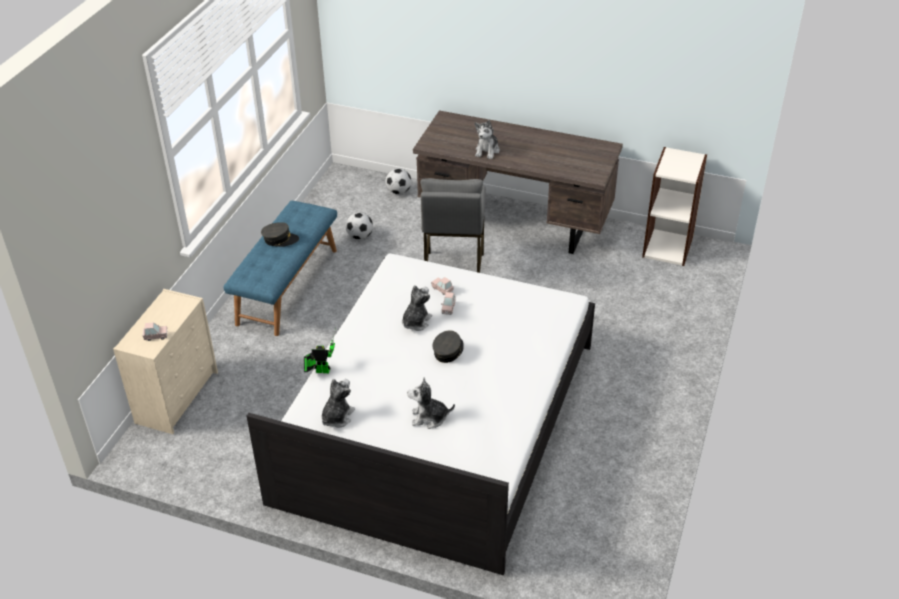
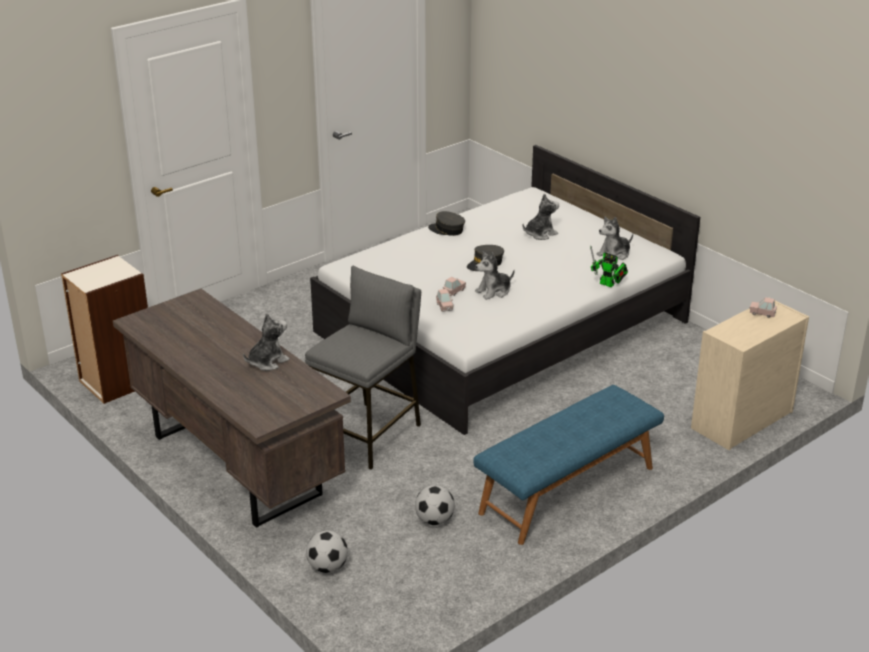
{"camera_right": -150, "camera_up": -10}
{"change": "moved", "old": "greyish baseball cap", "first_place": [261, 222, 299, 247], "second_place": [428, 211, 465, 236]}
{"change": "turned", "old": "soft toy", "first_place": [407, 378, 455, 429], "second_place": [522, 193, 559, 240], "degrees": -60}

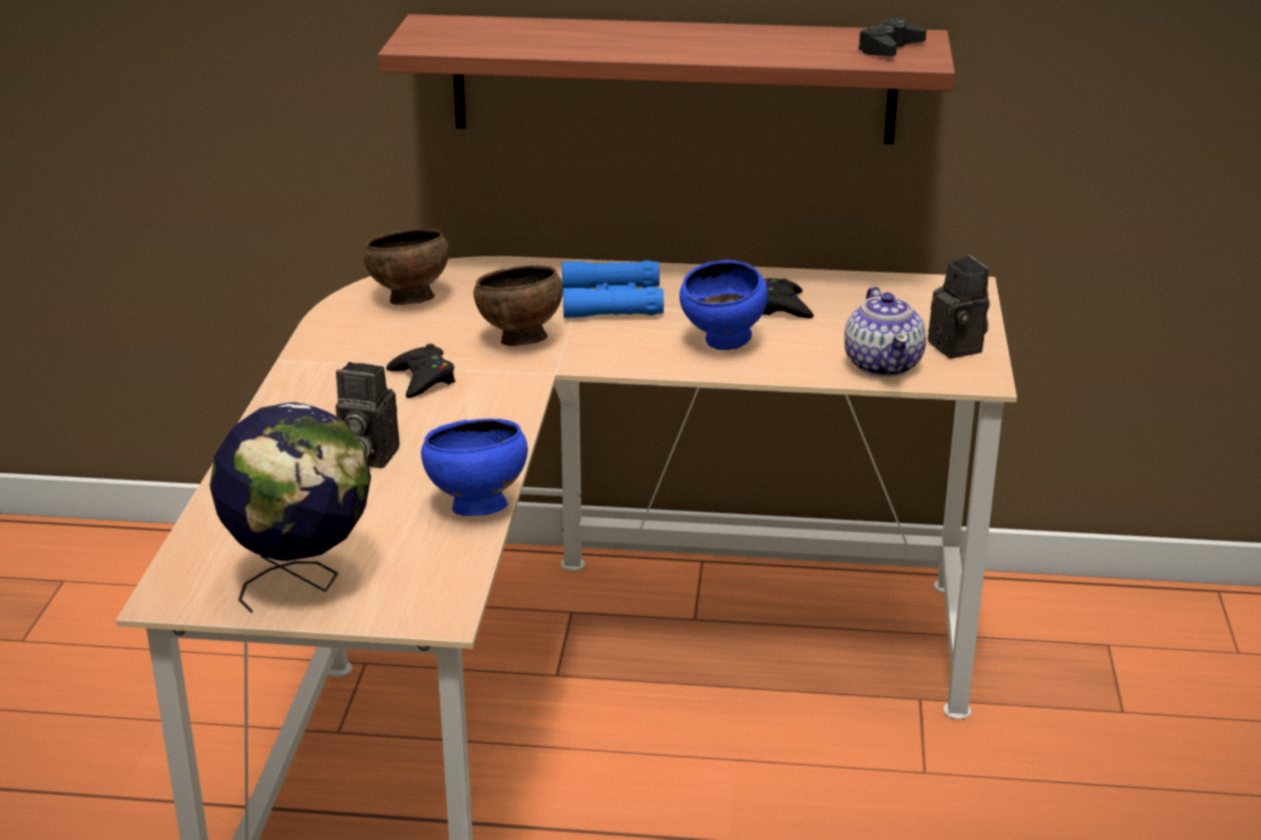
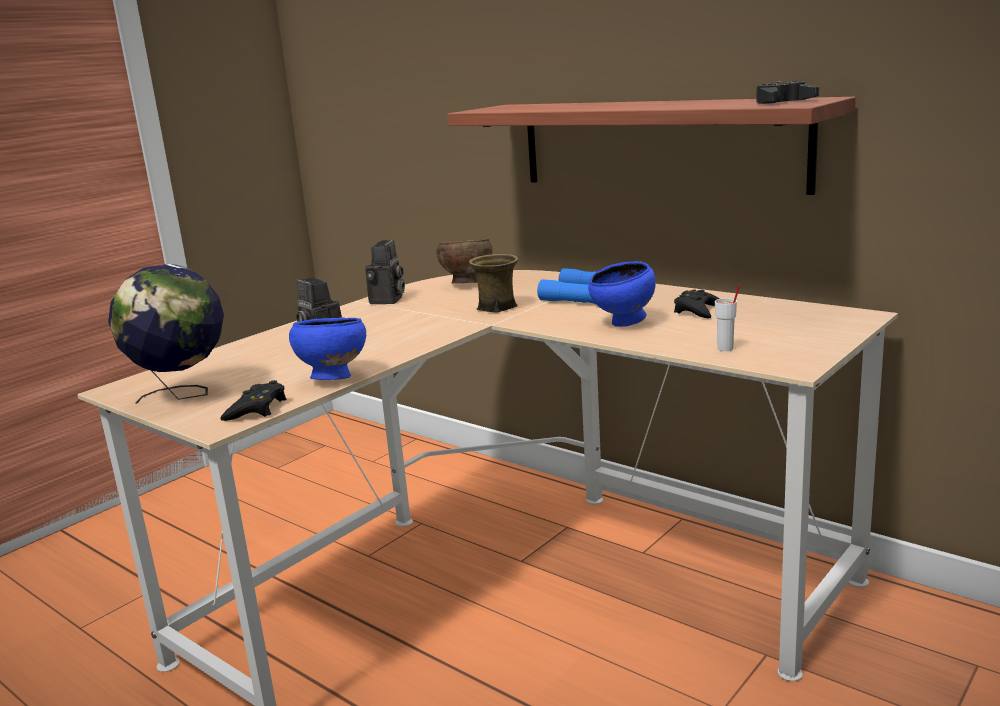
{"camera_right": 35, "camera_up": -10}
{"change": "moved", "old": "black-coloured game controller", "first_place": [386, 344, 455, 398], "second_place": [220, 380, 286, 421]}
{"change": "replaced", "old": "brownish deep dish", "new": "brownish coffee mug", "first_place": [473, 265, 563, 346], "second_place": [469, 254, 518, 312]}
{"change": "replaced", "old": "pot for tea", "new": "white small cup", "first_place": [844, 287, 926, 377], "second_place": [715, 284, 740, 351]}
{"change": "moved", "old": "photo camera", "first_place": [928, 255, 990, 359], "second_place": [365, 240, 405, 304]}

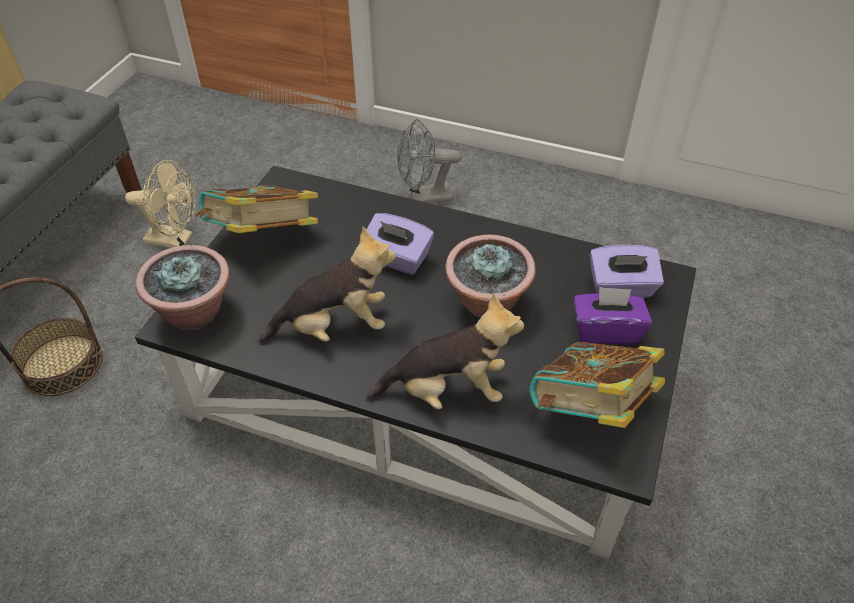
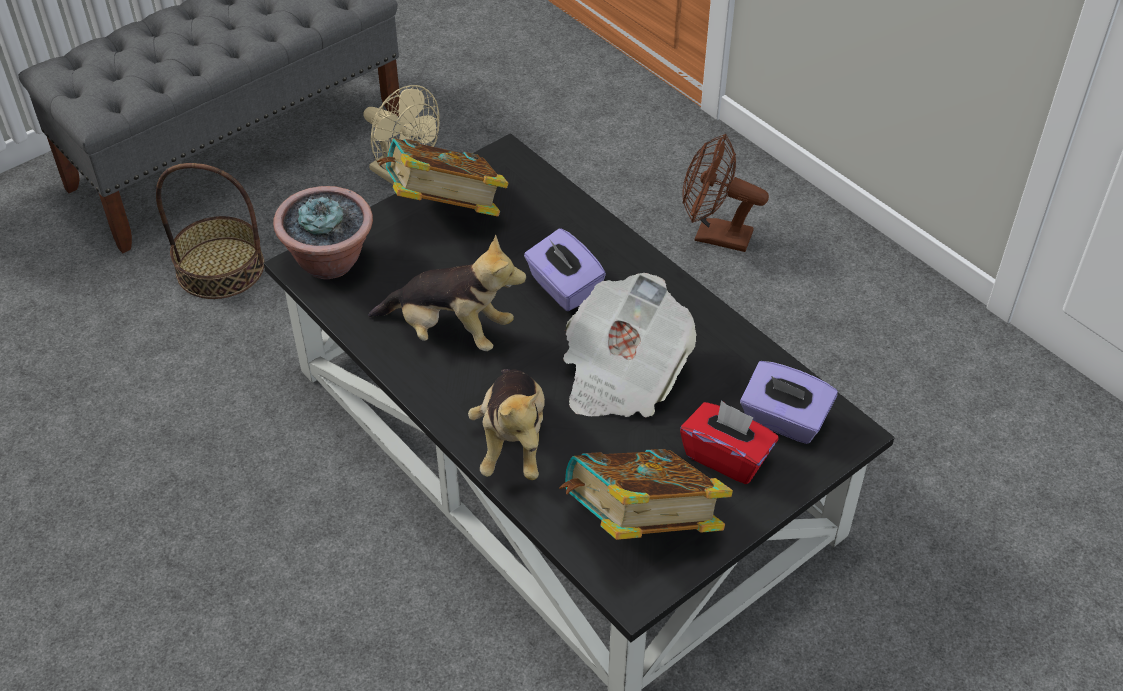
{"camera_right": 30, "camera_up": 0}
{"change": "turned", "old": "soft toy", "first_place": [366, 293, 524, 410], "second_place": [468, 369, 545, 480], "degrees": 60}
{"change": "recoloured", "old": "greyish fan", "new": "brownish fan", "first_place": [397, 119, 462, 204], "second_place": [682, 134, 769, 252]}
{"change": "replaced", "old": "houseplant", "new": "newspaper", "first_place": [445, 235, 536, 318], "second_place": [563, 273, 697, 417]}
{"change": "recoloured", "old": "purplish tissue box", "new": "red tissue box", "first_place": [574, 287, 652, 345], "second_place": [680, 400, 779, 484]}

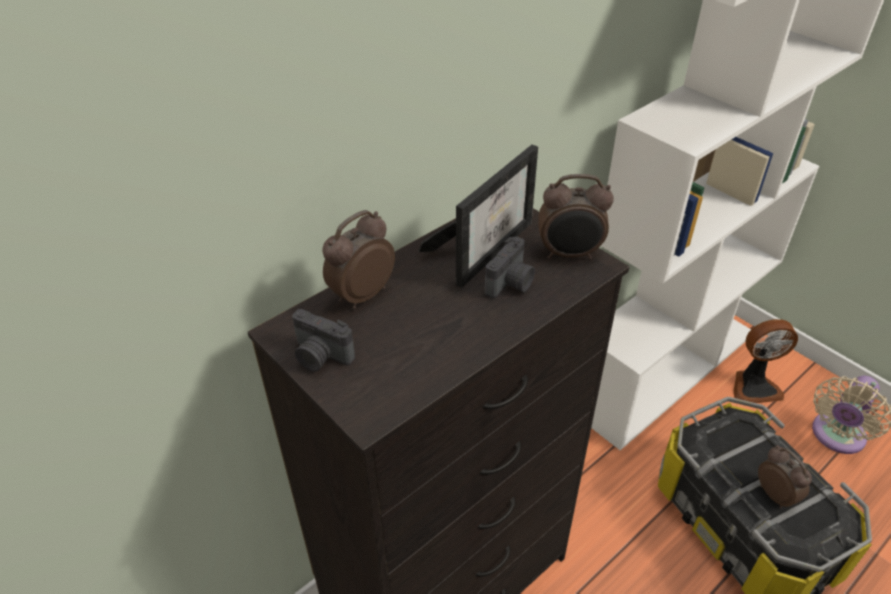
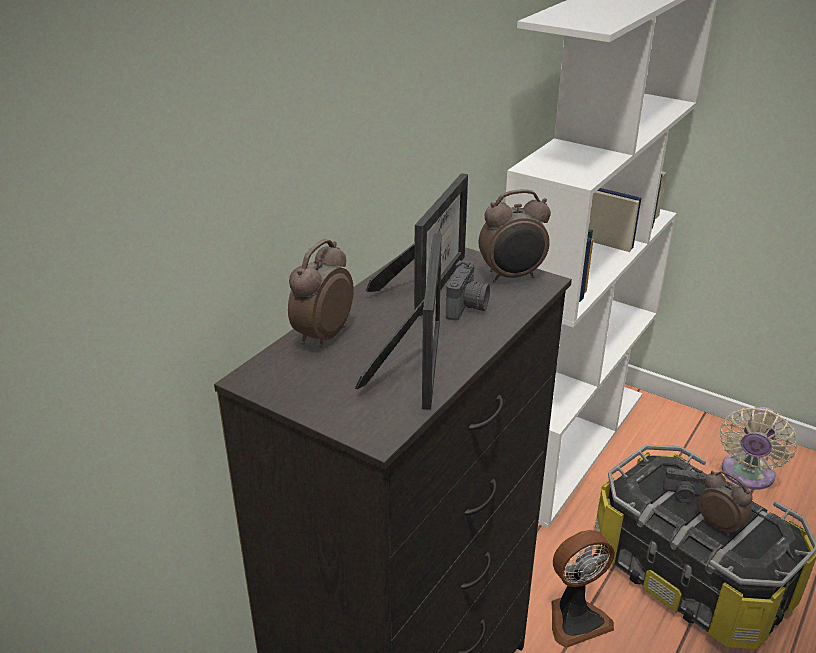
{"camera_right": -15, "camera_up": -10}
{"change": "moved", "old": "photo camera", "first_place": [292, 309, 355, 372], "second_place": [663, 467, 707, 503]}
{"change": "moved", "old": "fan", "first_place": [734, 319, 798, 403], "second_place": [551, 530, 615, 648]}
{"change": "added", "new": "standing frame", "second_place": [355, 233, 442, 410]}

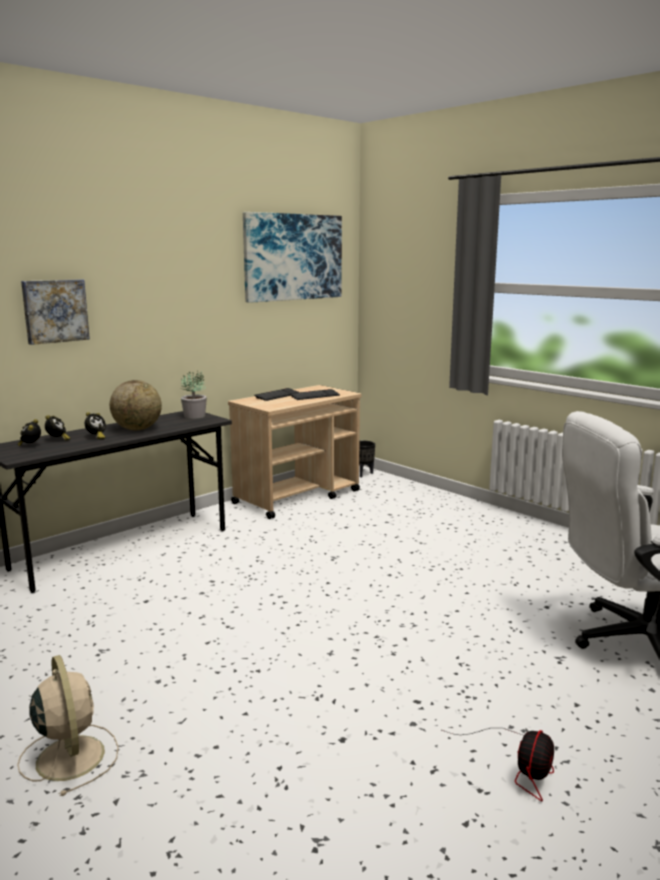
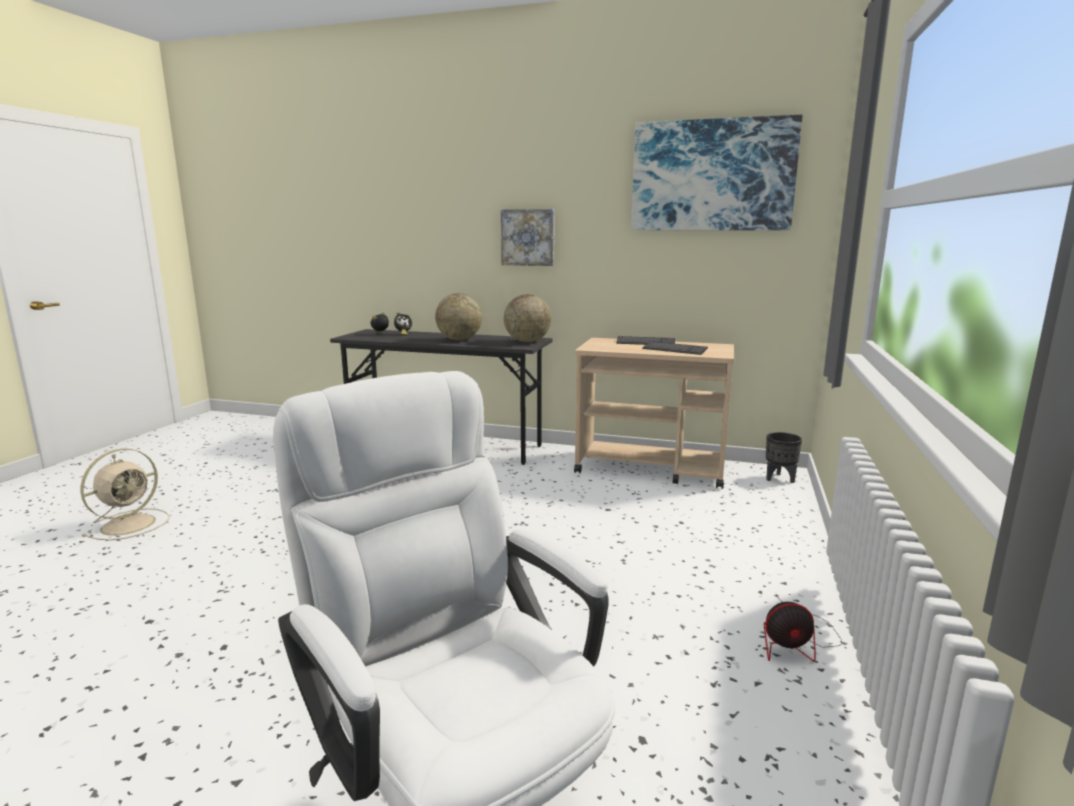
{"camera_right": 60, "camera_up": 0}
{"change": "moved", "old": "picture", "first_place": [21, 279, 90, 345], "second_place": [501, 209, 554, 266]}
{"change": "removed", "old": "table clock", "first_place": [85, 412, 106, 439]}
{"change": "replaced", "old": "houseplant", "new": "world globe", "first_place": [181, 372, 207, 419], "second_place": [504, 294, 551, 342]}
{"change": "moved", "old": "fan", "first_place": [442, 728, 554, 801], "second_place": [764, 593, 842, 661]}

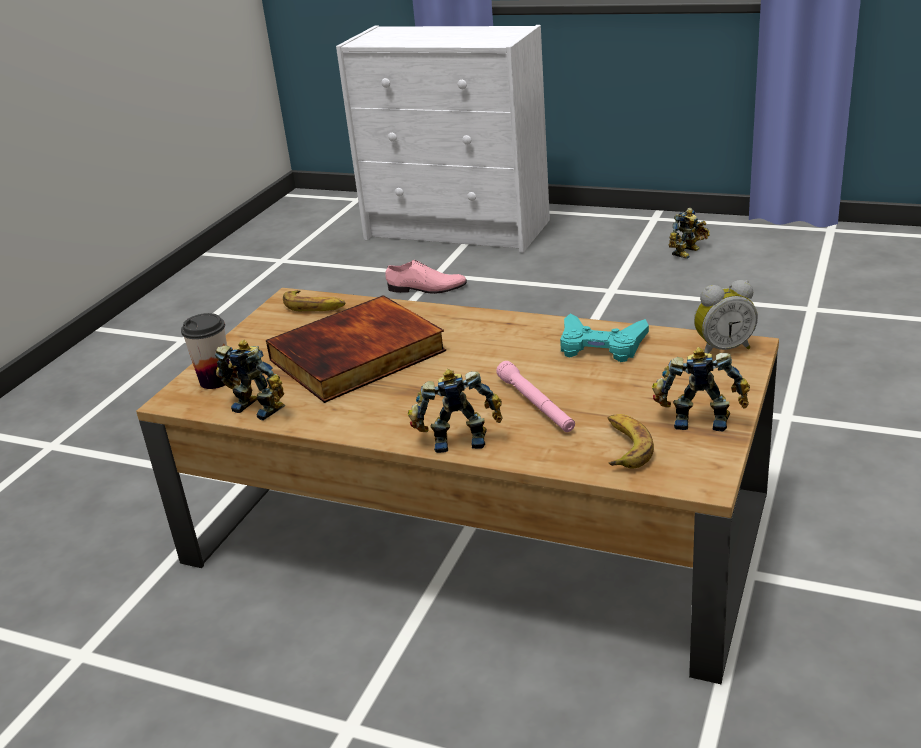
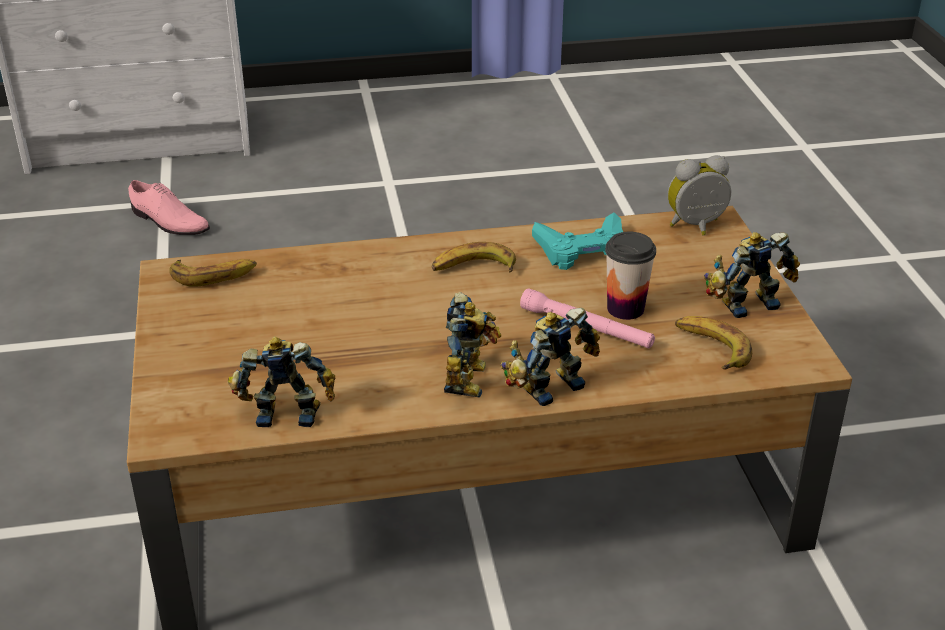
{"camera_right": -35, "camera_up": 5}
{"change": "moved", "old": "small cup", "first_place": [181, 313, 230, 389], "second_place": [605, 232, 656, 320]}
{"change": "removed", "old": "bound book", "first_place": [266, 295, 446, 403]}
{"change": "turned", "old": "pink-coloured item of footwear", "first_place": [386, 260, 467, 294], "second_place": [128, 180, 210, 235], "degrees": 60}
{"change": "moved", "old": "toy robot", "first_place": [669, 208, 710, 259], "second_place": [444, 292, 501, 398]}
{"change": "turned", "old": "table clock", "first_place": [694, 280, 758, 354], "second_place": [668, 155, 731, 235], "degrees": -150}
{"change": "added", "new": "whole banana", "second_place": [432, 242, 516, 272]}

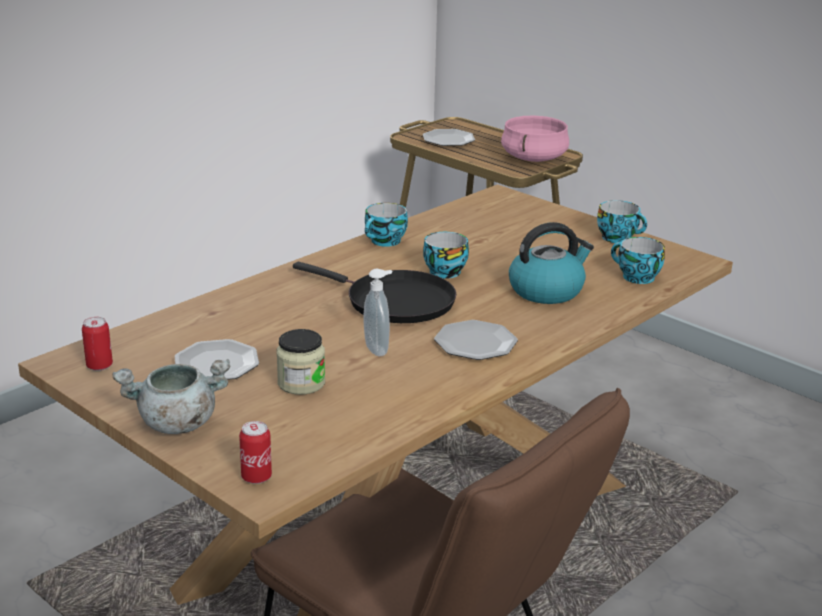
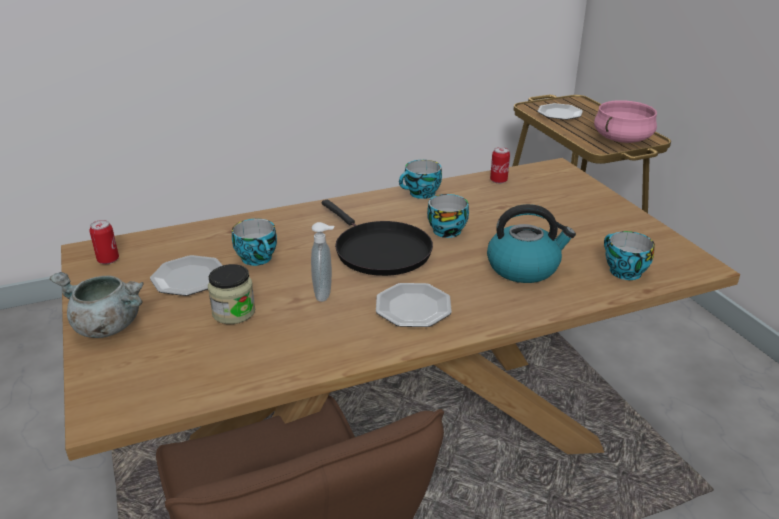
{"camera_right": 25, "camera_up": 5}
{"change": "moved", "old": "can", "first_place": [239, 421, 272, 484], "second_place": [490, 147, 510, 184]}
{"change": "moved", "old": "small cup", "first_place": [597, 200, 647, 243], "second_place": [232, 219, 277, 266]}

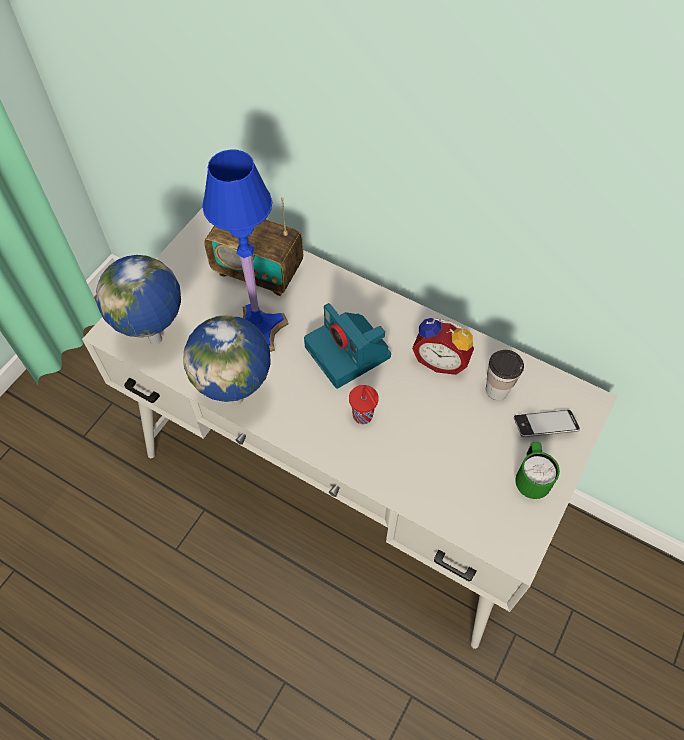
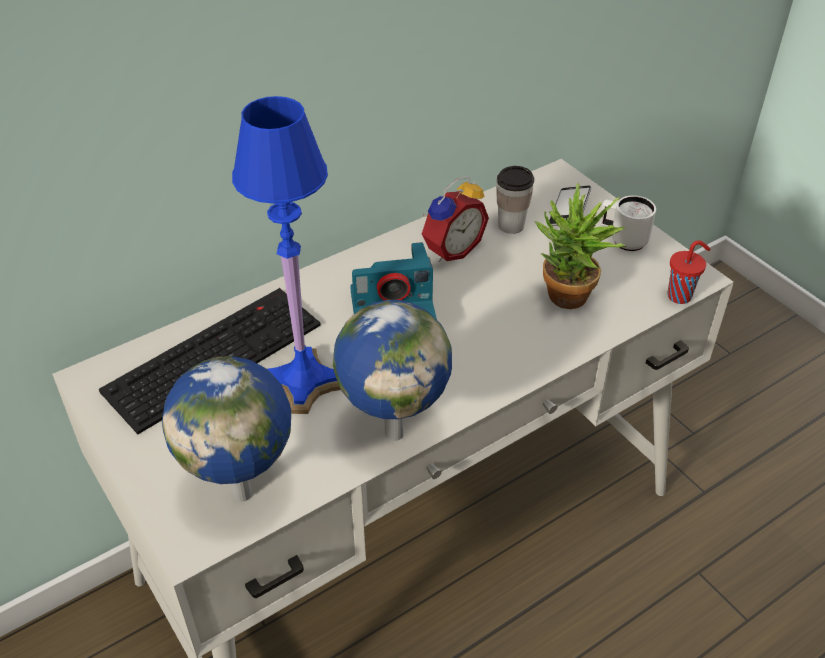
{"camera_right": -65, "camera_up": -15}
{"change": "replaced", "old": "radio set", "new": "computer keyboard", "first_place": [204, 197, 303, 296], "second_place": [99, 288, 321, 434]}
{"change": "moved", "old": "red small cup", "first_place": [349, 385, 379, 424], "second_place": [667, 240, 711, 304]}
{"change": "recoloured", "old": "greenish coffee mug", "new": "white coffee mug", "first_place": [515, 442, 560, 499], "second_place": [599, 195, 656, 251]}
{"change": "added", "new": "houseplant", "second_place": [535, 183, 626, 309]}

